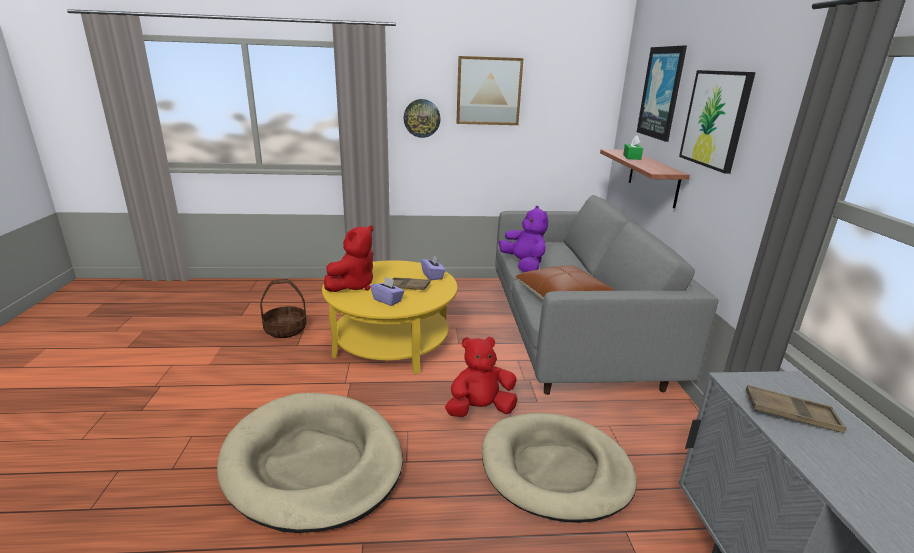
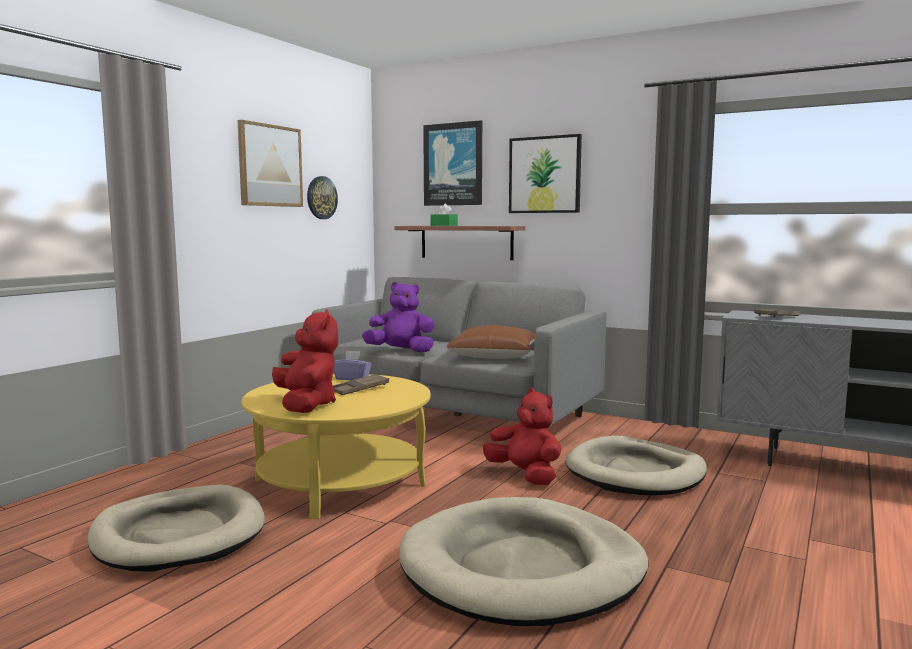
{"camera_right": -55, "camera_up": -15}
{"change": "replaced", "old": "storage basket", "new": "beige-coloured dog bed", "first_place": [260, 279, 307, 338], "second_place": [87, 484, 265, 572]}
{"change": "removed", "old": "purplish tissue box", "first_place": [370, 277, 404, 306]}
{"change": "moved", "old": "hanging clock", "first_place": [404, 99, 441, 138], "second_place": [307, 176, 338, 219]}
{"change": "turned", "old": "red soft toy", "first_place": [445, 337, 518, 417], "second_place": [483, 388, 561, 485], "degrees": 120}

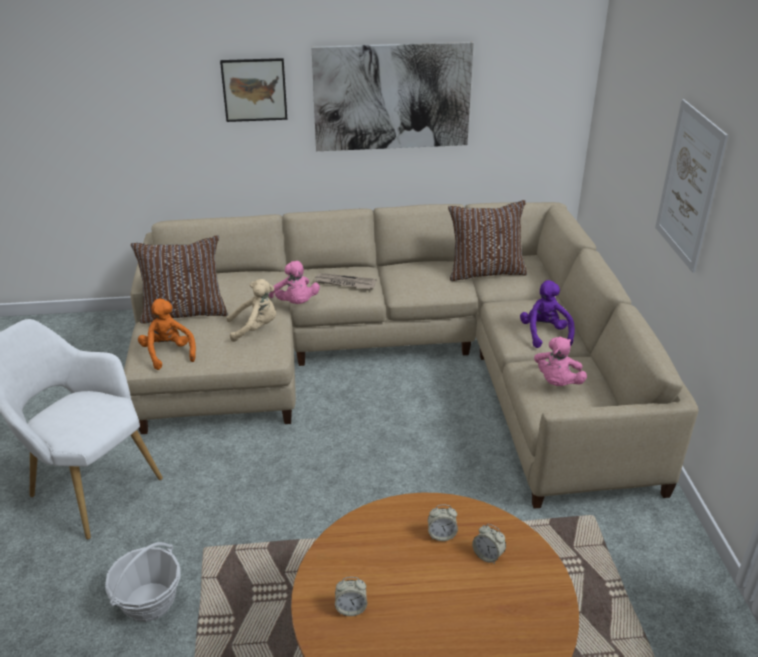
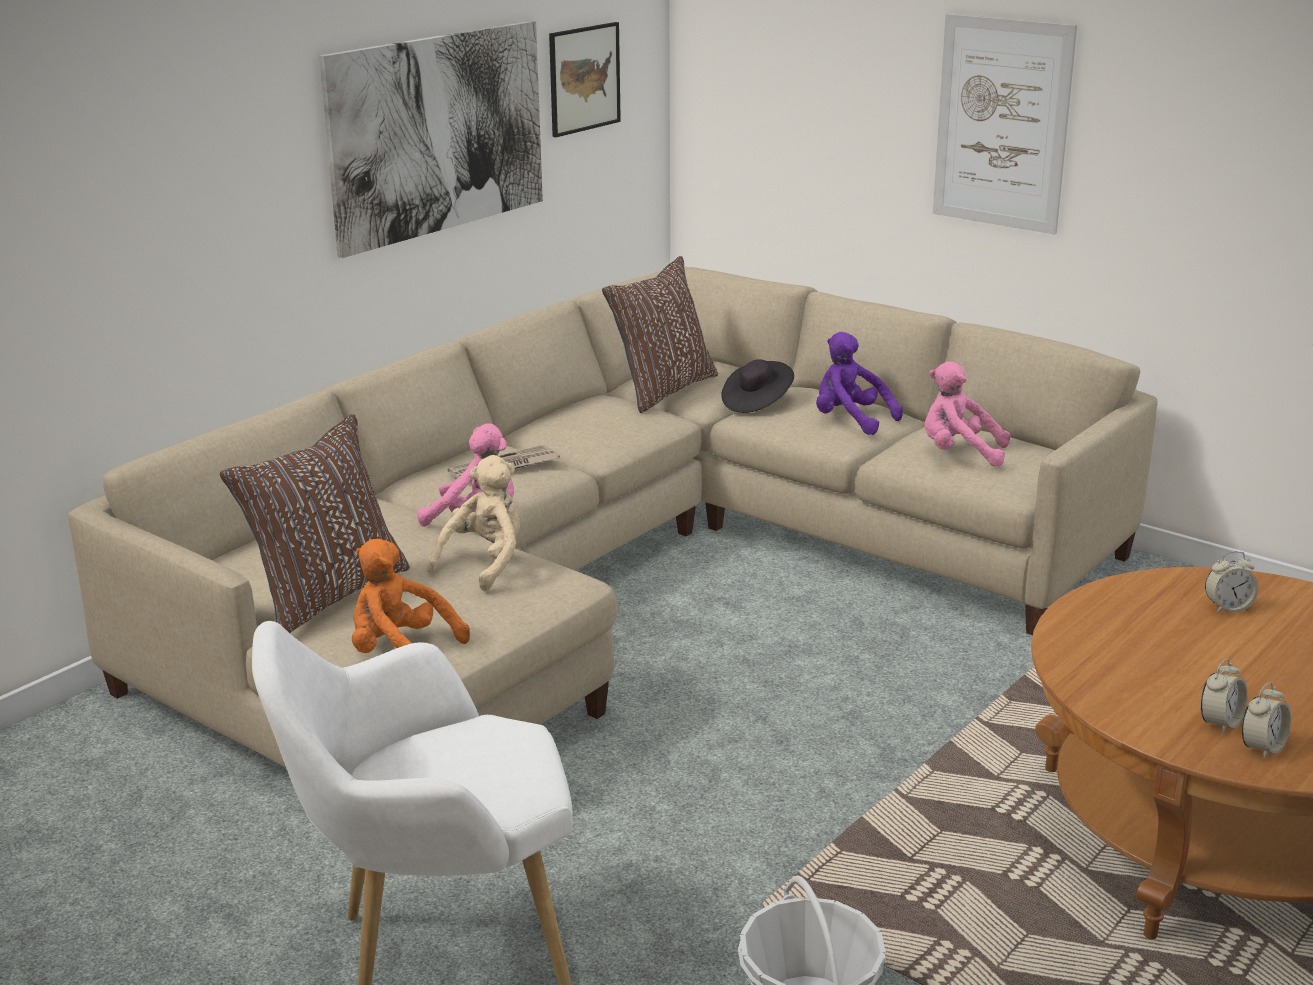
{"camera_right": -45, "camera_up": -10}
{"change": "moved", "old": "picture", "first_place": [220, 58, 287, 122], "second_place": [549, 22, 621, 137]}
{"change": "moved", "old": "table clock", "first_place": [428, 505, 458, 541], "second_place": [1242, 682, 1291, 759]}
{"change": "turned", "old": "pink-coloured soft toy", "first_place": [534, 337, 587, 386], "second_place": [925, 361, 1010, 467], "degrees": 135}
{"change": "added", "new": "black-coloured wearable hat", "second_place": [721, 359, 794, 413]}

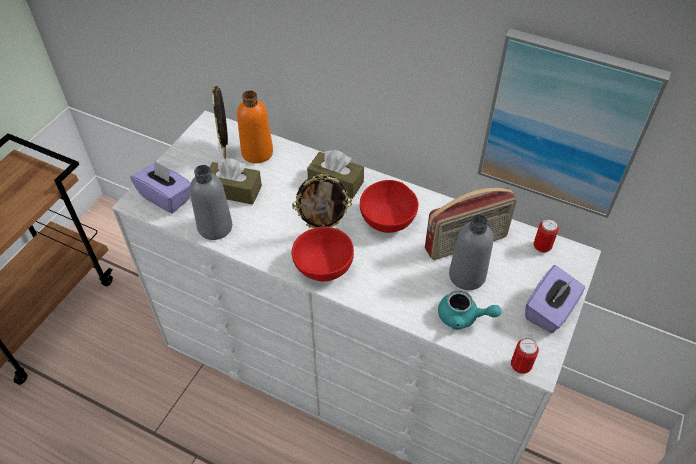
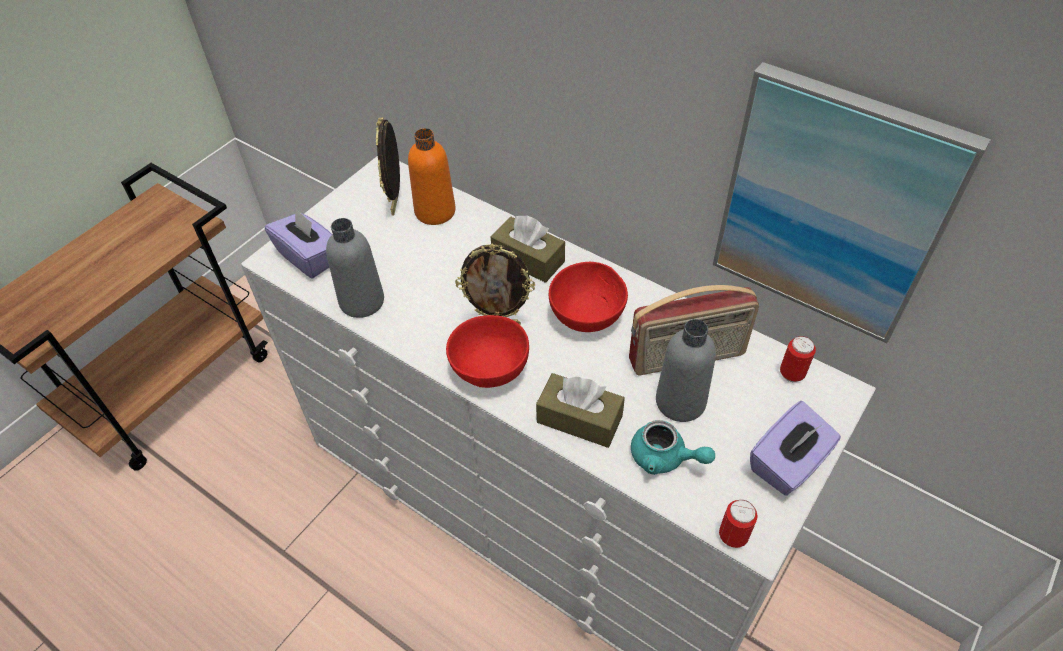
{"camera_right": 10, "camera_up": 0}
{"change": "moved", "old": "brownish tissue box", "first_place": [210, 158, 262, 205], "second_place": [536, 373, 625, 448]}

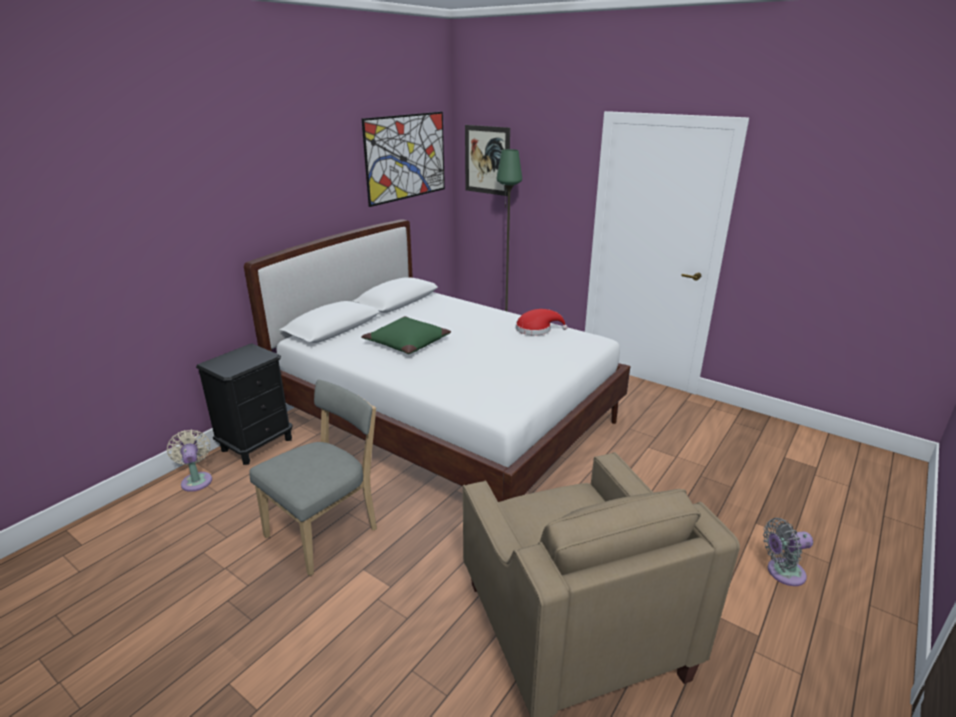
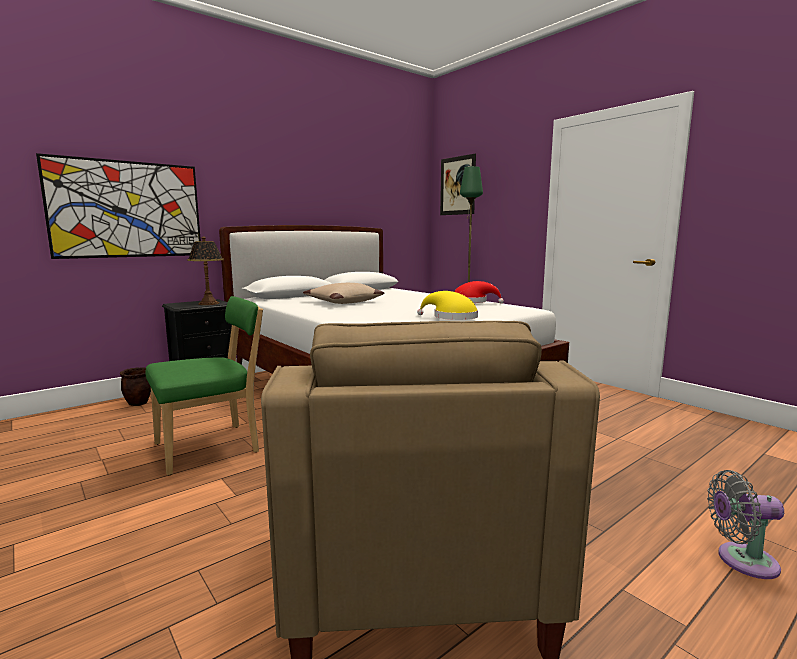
{"camera_right": 15, "camera_up": -15}
{"change": "replaced", "old": "beige-coloured fan", "new": "brownish flower pot", "first_place": [167, 430, 212, 492], "second_place": [120, 367, 151, 406]}
{"change": "recoloured", "old": "greyish chair", "new": "greenish chair", "first_place": [249, 379, 377, 576], "second_place": [145, 296, 263, 475]}
{"change": "recoloured", "old": "greenish throw pillow", "new": "beige-coloured throw pillow", "first_place": [361, 316, 451, 354], "second_place": [303, 283, 384, 304]}
{"change": "moved", "old": "picture", "first_place": [362, 112, 445, 207], "second_place": [36, 153, 201, 259]}
{"change": "added", "new": "lamp for a table", "second_place": [187, 236, 224, 305]}
{"change": "added", "new": "yellow wearable hat", "second_place": [417, 291, 478, 320]}

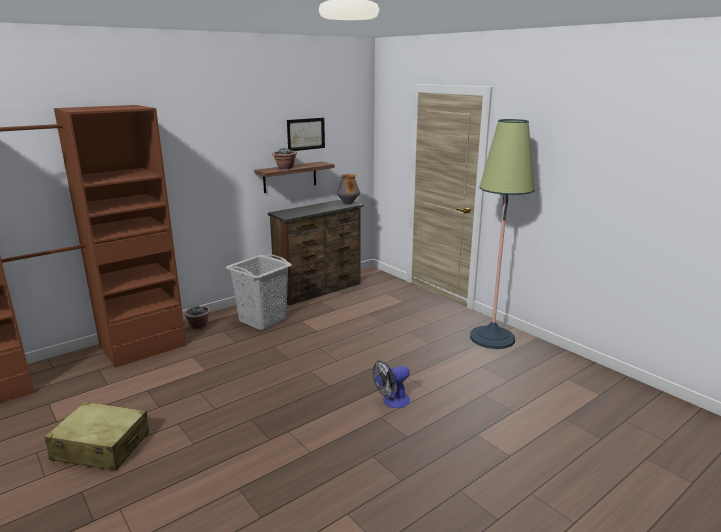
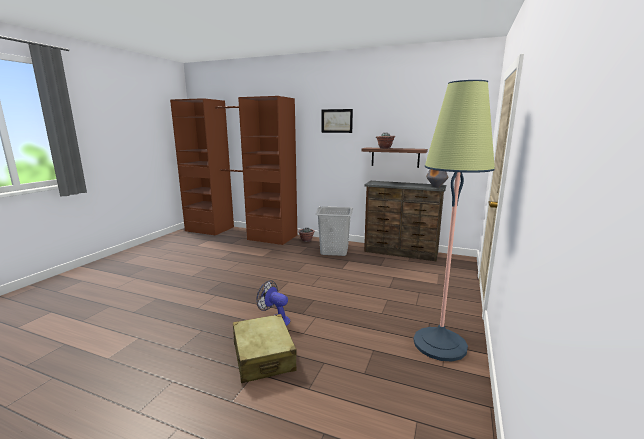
{"camera_right": 60, "camera_up": -5}
{"change": "moved", "old": "beige-coloured piece of luggage", "first_place": [45, 402, 149, 471], "second_place": [233, 314, 297, 383]}
{"change": "moved", "old": "picture", "first_place": [287, 118, 325, 151], "second_place": [322, 109, 353, 133]}

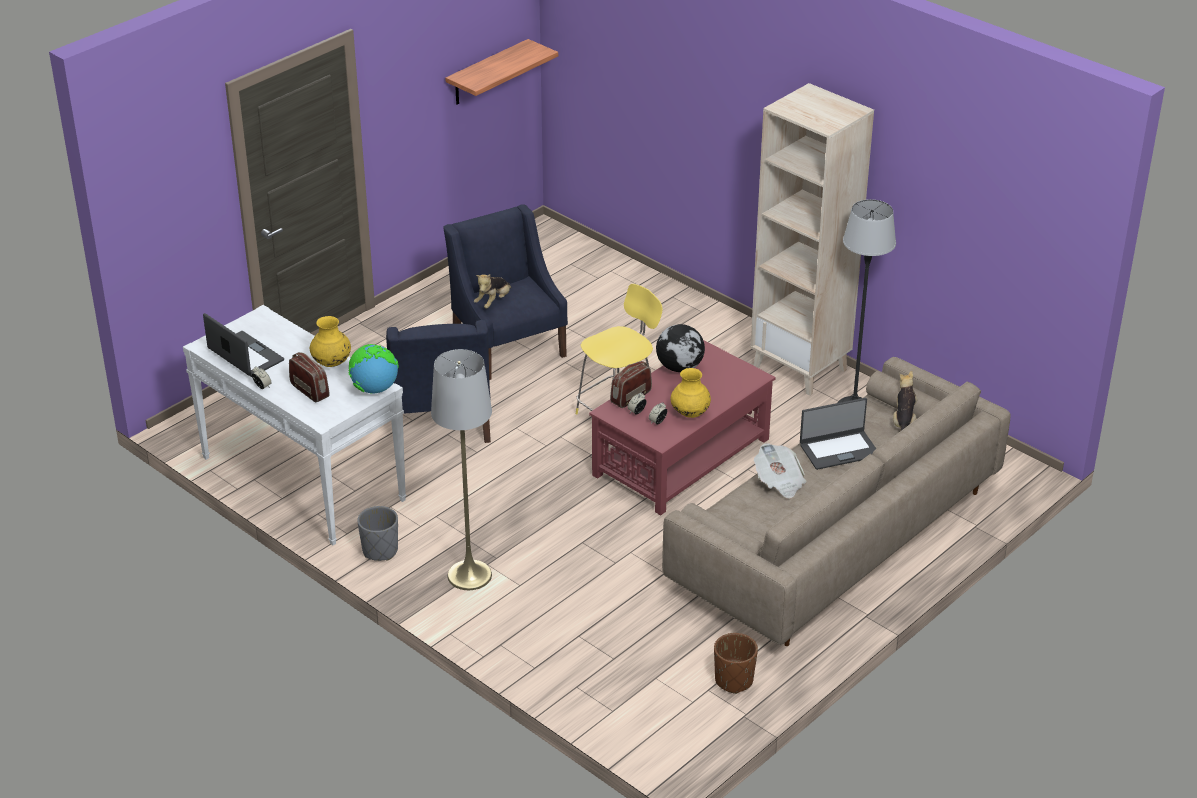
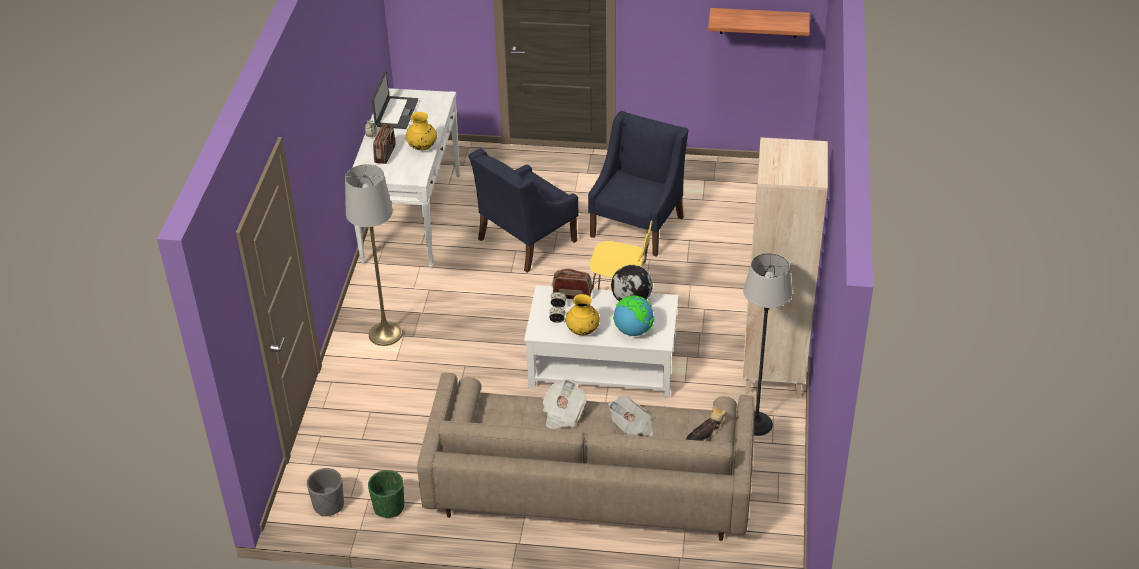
{"camera_right": 55, "camera_up": 5}
{"change": "moved", "old": "world globe", "first_place": [348, 344, 399, 393], "second_place": [613, 295, 654, 336]}
{"change": "moved", "old": "greyish flower pot", "first_place": [357, 506, 398, 561], "second_place": [307, 468, 344, 516]}
{"change": "removed", "old": "soft toy", "first_place": [474, 274, 512, 308]}
{"change": "recoloured", "old": "red lounge table", "new": "white lounge table", "first_place": [589, 340, 776, 515], "second_place": [524, 285, 678, 398]}
{"change": "recoloured", "old": "brownish flower pot", "new": "greenish flower pot", "first_place": [714, 633, 758, 694], "second_place": [368, 470, 404, 518]}
{"change": "replaced", "old": "portable computer", "new": "newspaper", "first_place": [800, 398, 876, 470], "second_place": [608, 397, 653, 437]}

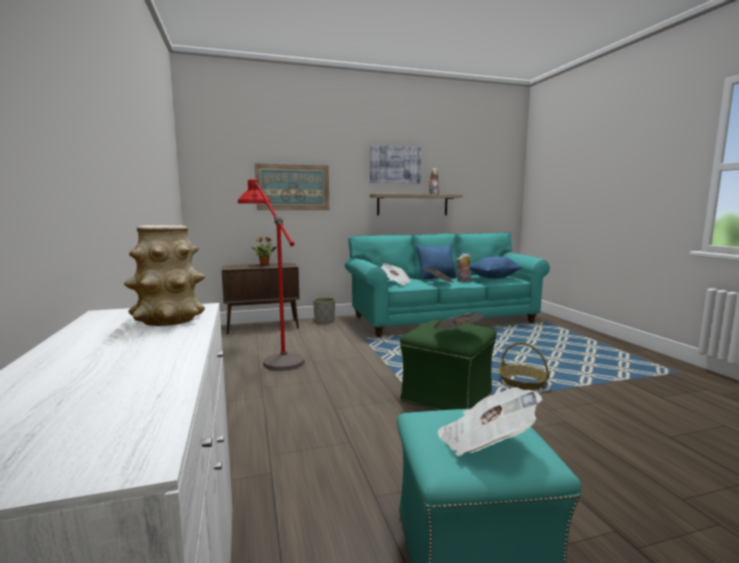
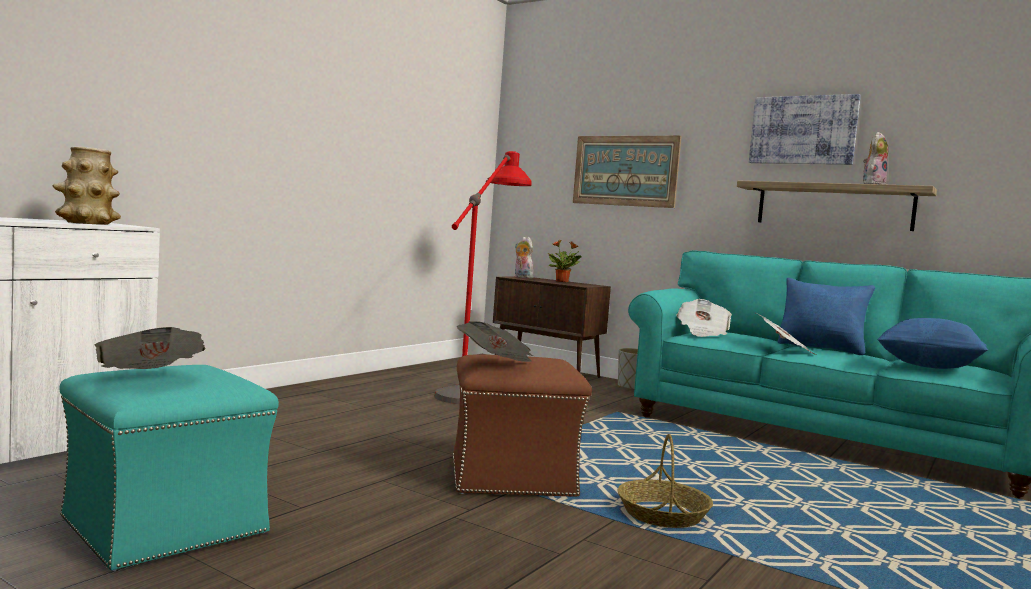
{"camera_right": 50, "camera_up": -5}
{"change": "recoloured", "old": "greenish ottoman", "new": "brownish ottoman", "first_place": [400, 320, 497, 411], "second_place": [453, 354, 592, 497]}
{"change": "moved", "old": "soft toy", "first_place": [455, 253, 471, 282], "second_place": [515, 237, 533, 279]}

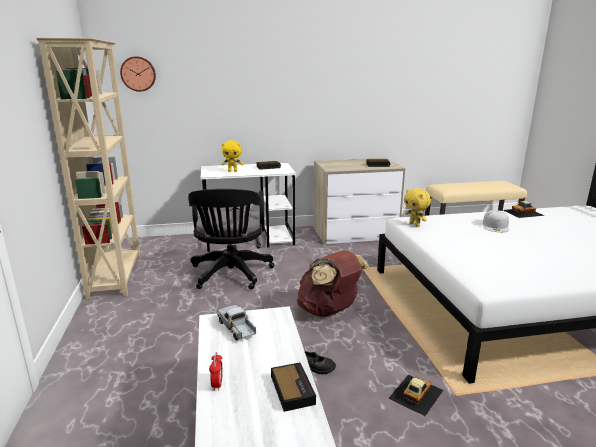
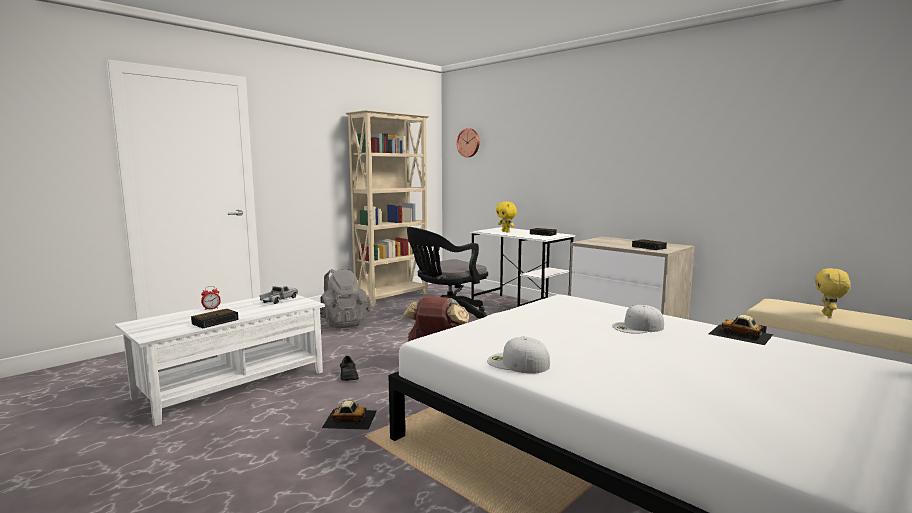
{"camera_right": 55, "camera_up": -10}
{"change": "moved", "old": "yellow soft toy", "first_place": [404, 188, 431, 227], "second_place": [815, 268, 850, 317]}
{"change": "added", "new": "greyish rucksack", "second_place": [320, 268, 370, 329]}
{"change": "added", "new": "white baseball cap", "second_place": [487, 337, 550, 374]}

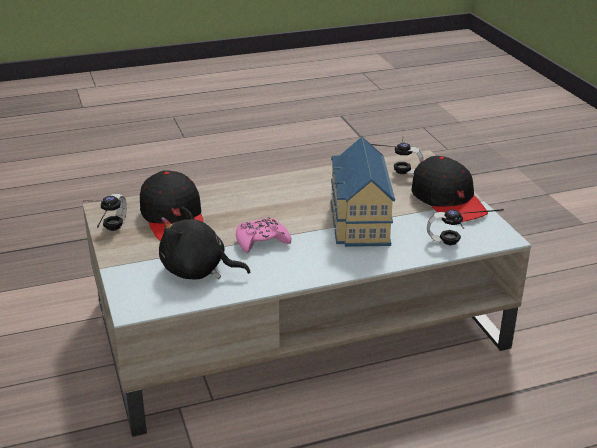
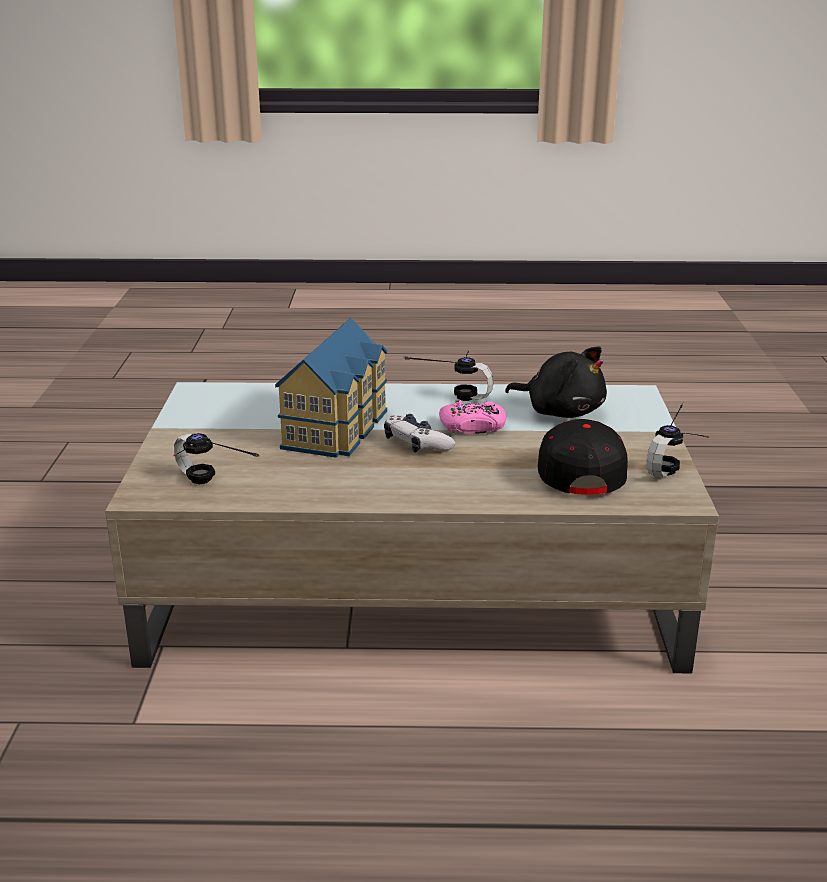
{"camera_right": -160, "camera_up": -5}
{"change": "removed", "old": "black-coloured baseball cap", "first_place": [411, 156, 488, 222]}
{"change": "moved", "old": "pair of headphones", "first_place": [427, 209, 504, 245], "second_place": [403, 350, 493, 401]}
{"change": "added", "new": "game controller", "second_place": [384, 414, 455, 452]}

